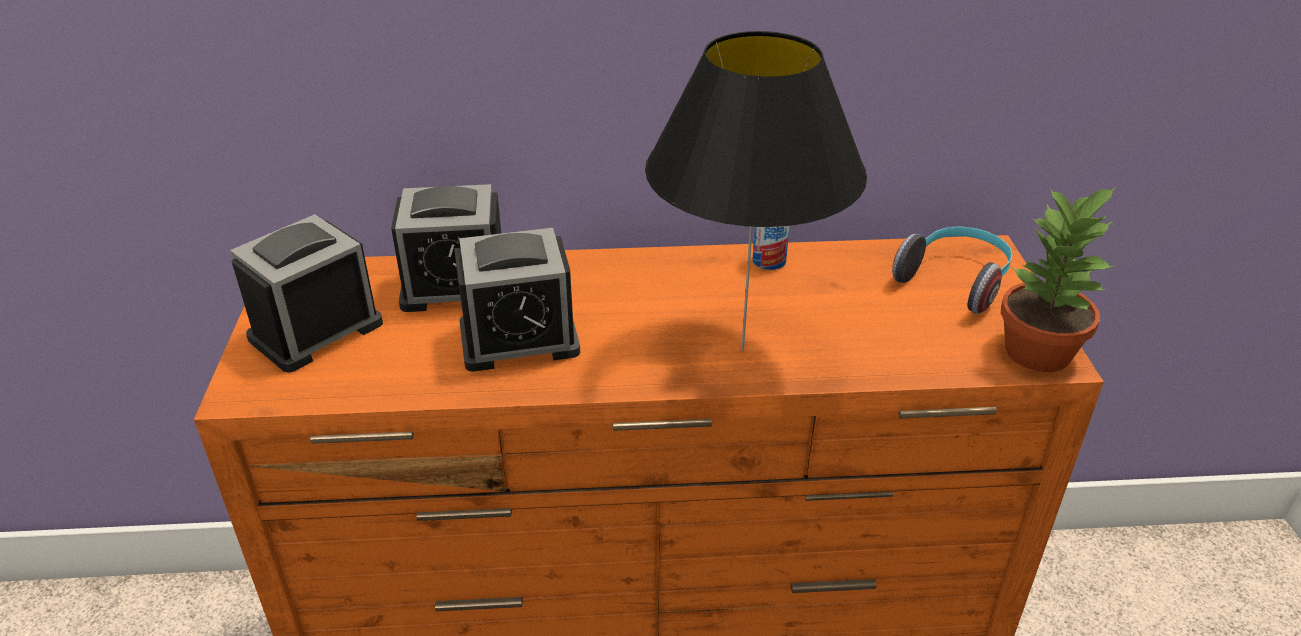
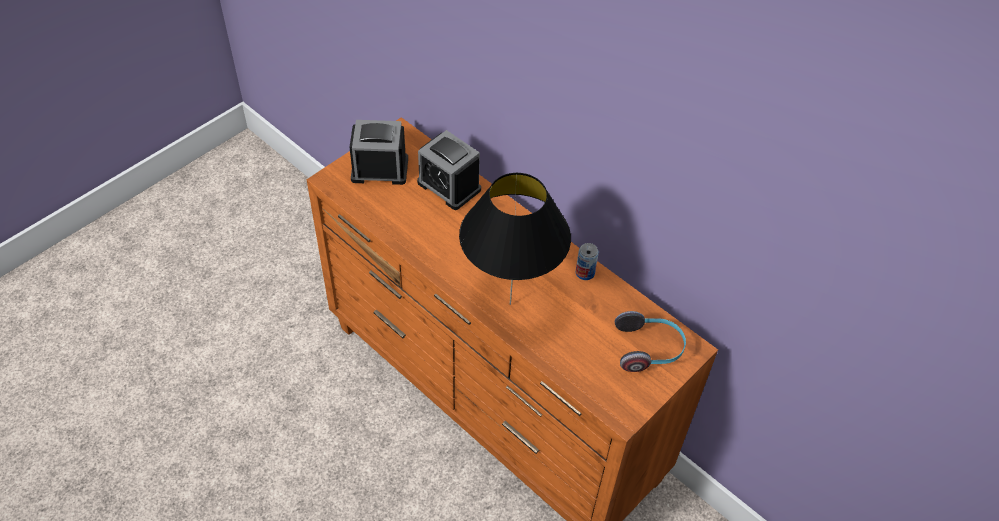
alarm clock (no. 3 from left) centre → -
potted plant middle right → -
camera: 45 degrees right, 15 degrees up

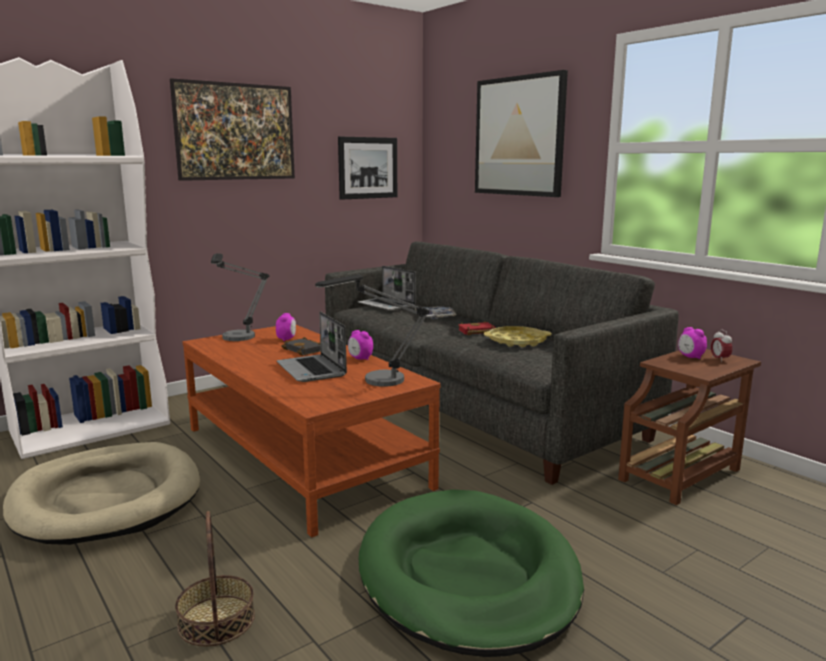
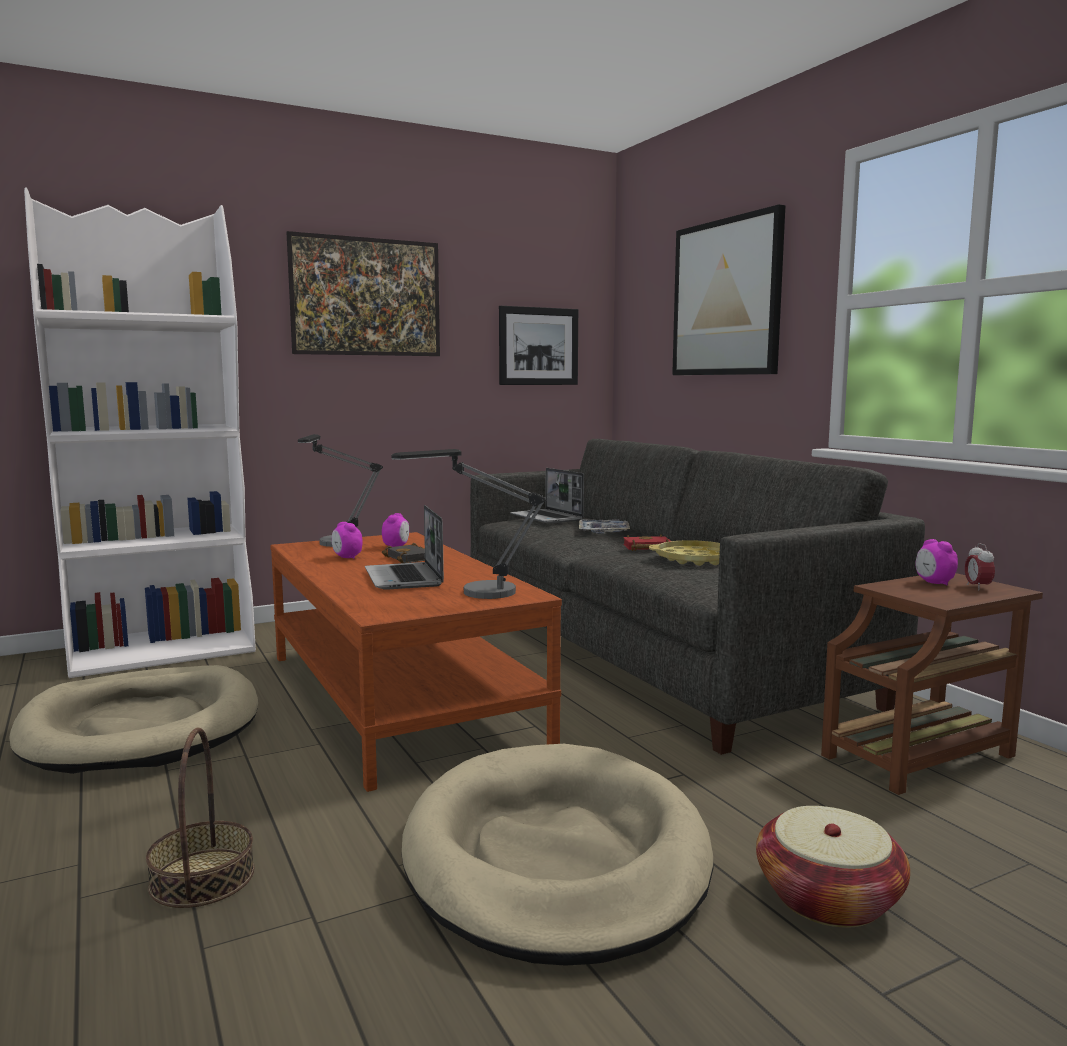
alarm clock (no. 2 from left in the first image) centre → alarm clock (no. 1 from left) middle left, shifted
dog bed (green) bottom centre → dog bed (beige) (no. 2 from left) bottom centre
- → basket (no. 2 from left) bottom right
camera: 10 degrees right, 5 degrees down

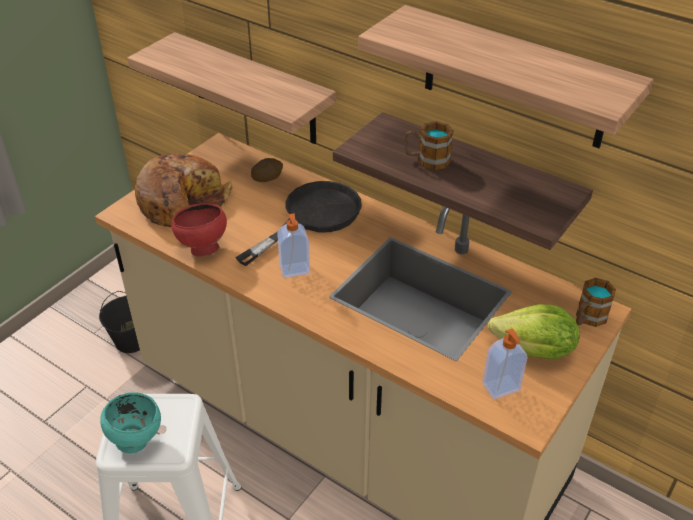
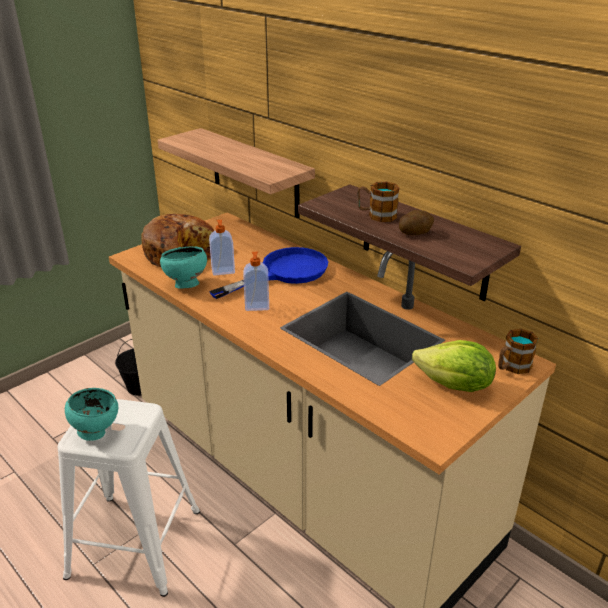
bowl (red) middle left → bowl (turquoise) (no. 2 from left) middle left
soap dispenser (no. 2 from left in the first image) bottom right → soap dispenser (no. 1 from left) centre, shifted
frying pan (black) centre → frying pan (blue) centre
potato top centre → potato middle right, shifted
shelf (no. 3 from left) top right → -
camera: 10 degrees right, 10 degrees down

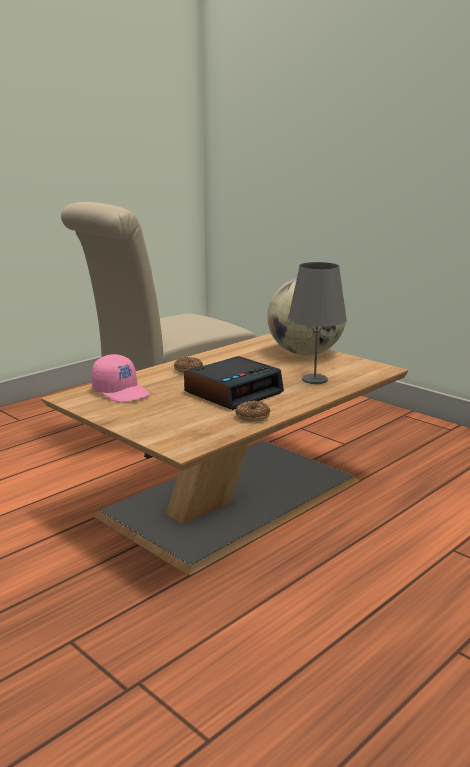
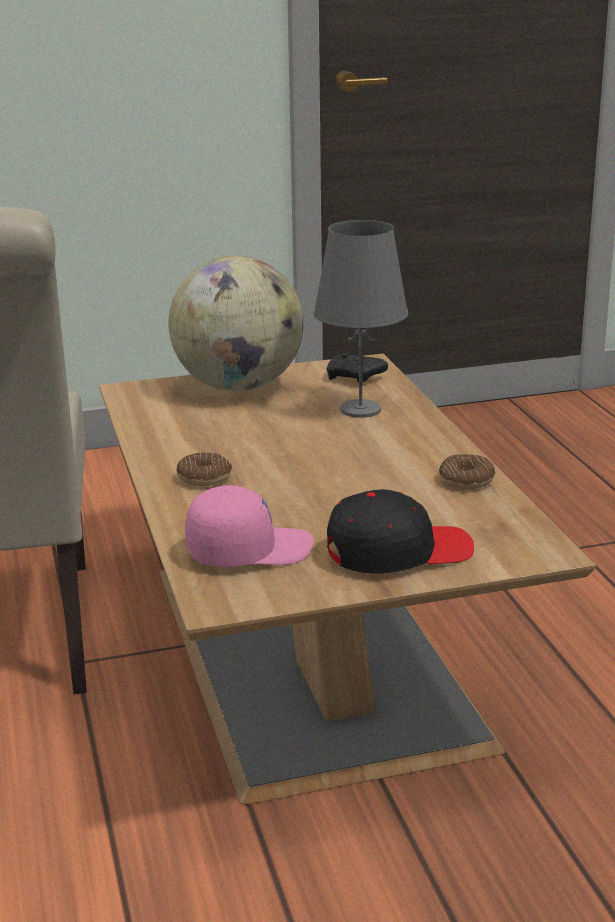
- → game controller (black) centre
- → cap (black) centre
alarm clock centre → -
camera: 60 degrees left, 5 degrees up

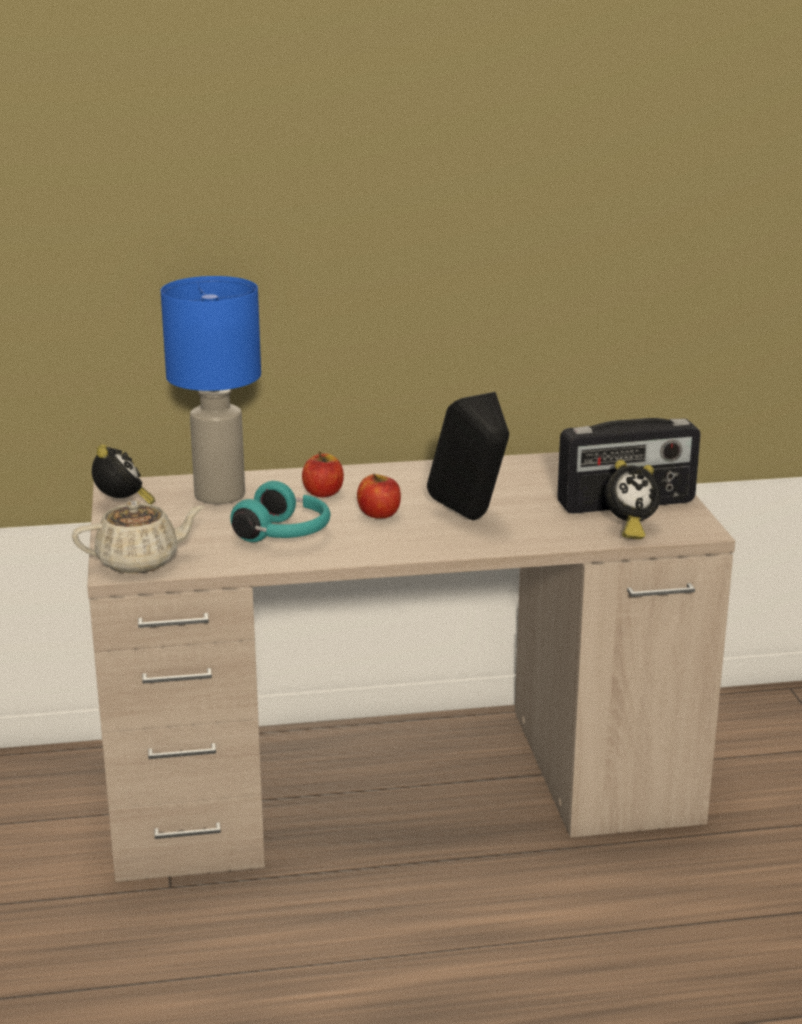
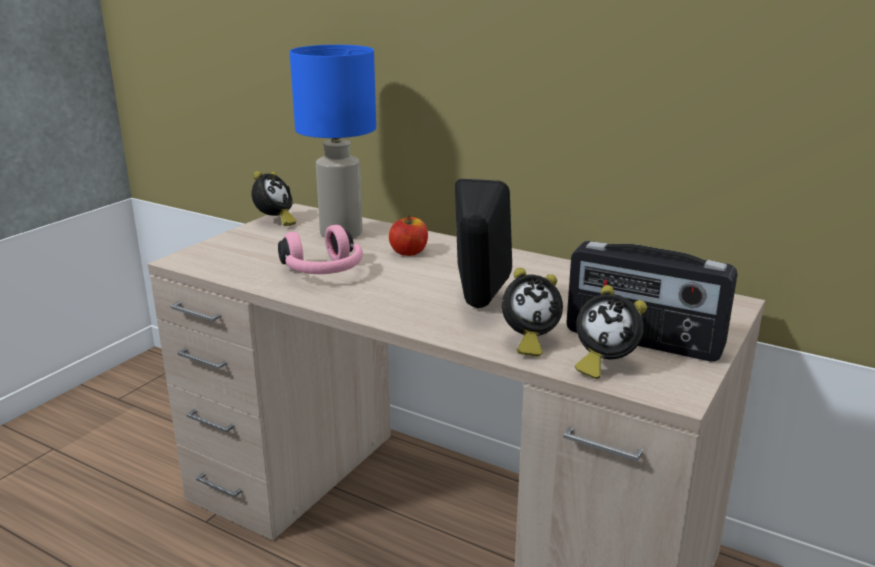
headphones (turquoise) centre → headphones (pink) centre
- → alarm clock (no. 2 from left) centre
teapot (beige) middle left → -
apple (no. 2 from left) centre → -
camera: 40 degrees right, 0 degrees up

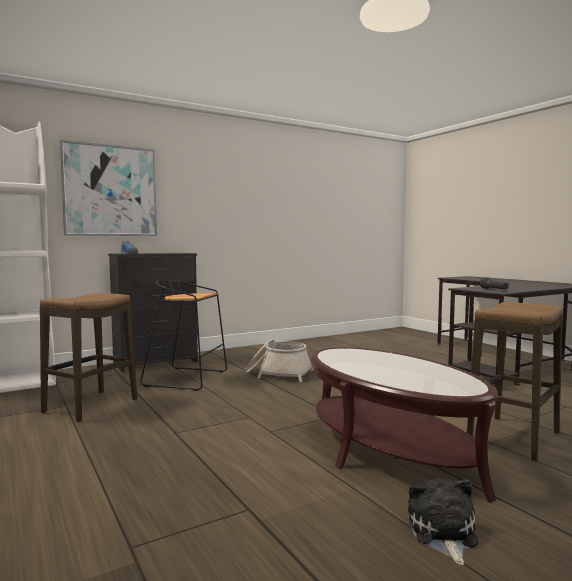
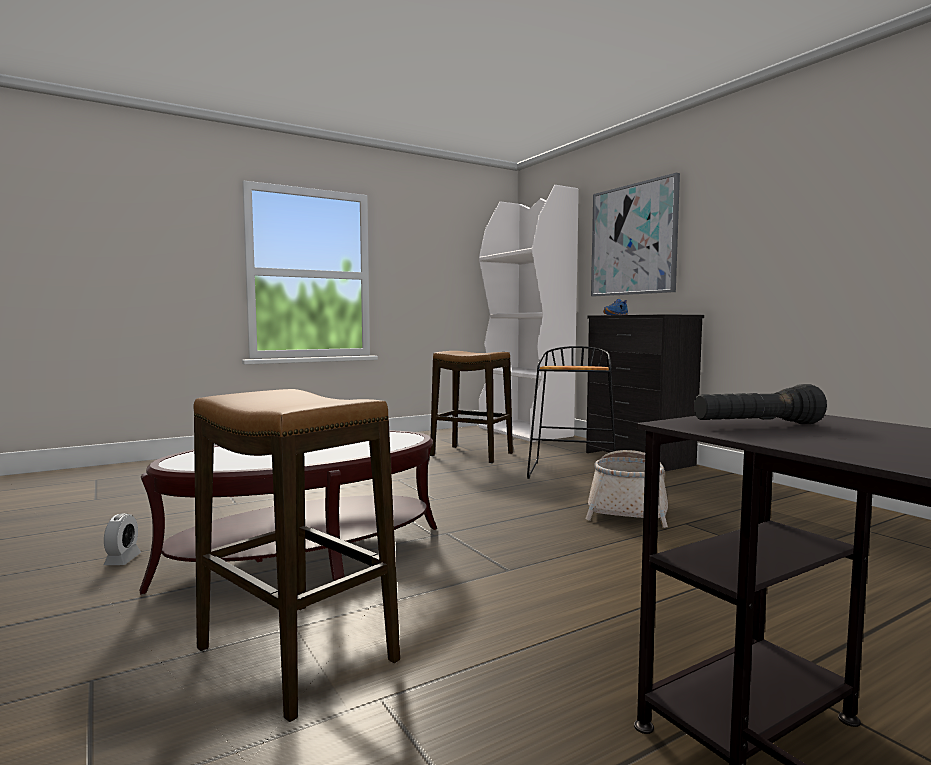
plush toy bottom right → alarm clock bottom left
camera: 90 degrees right, 0 degrees up

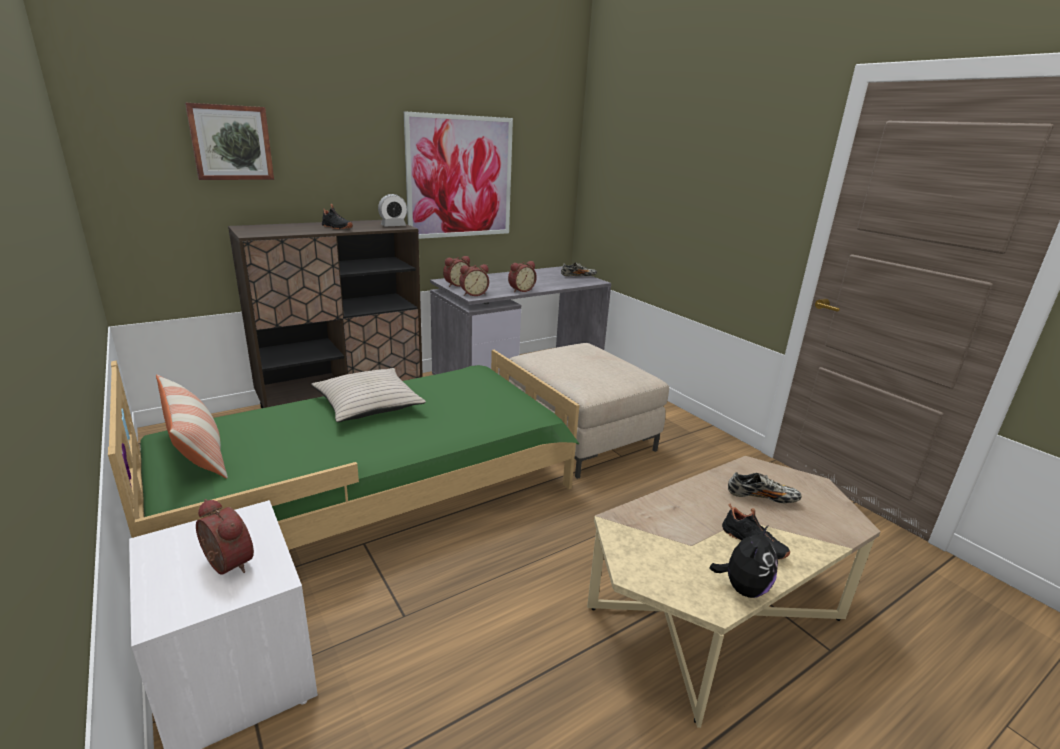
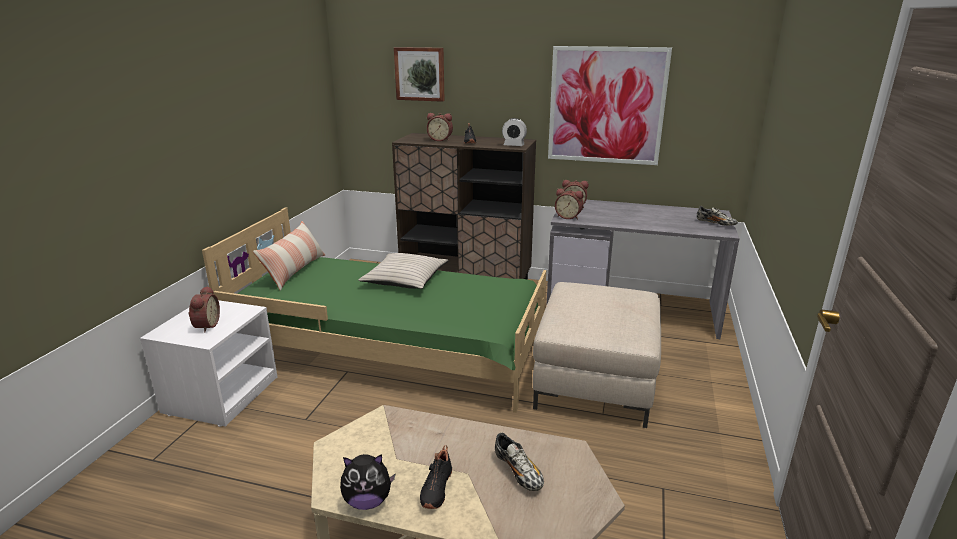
alarm clock (no. 5 from left in the first image) centre → alarm clock (no. 2 from left) top centre, shifted
camera: 50 degrees right, 0 degrees up

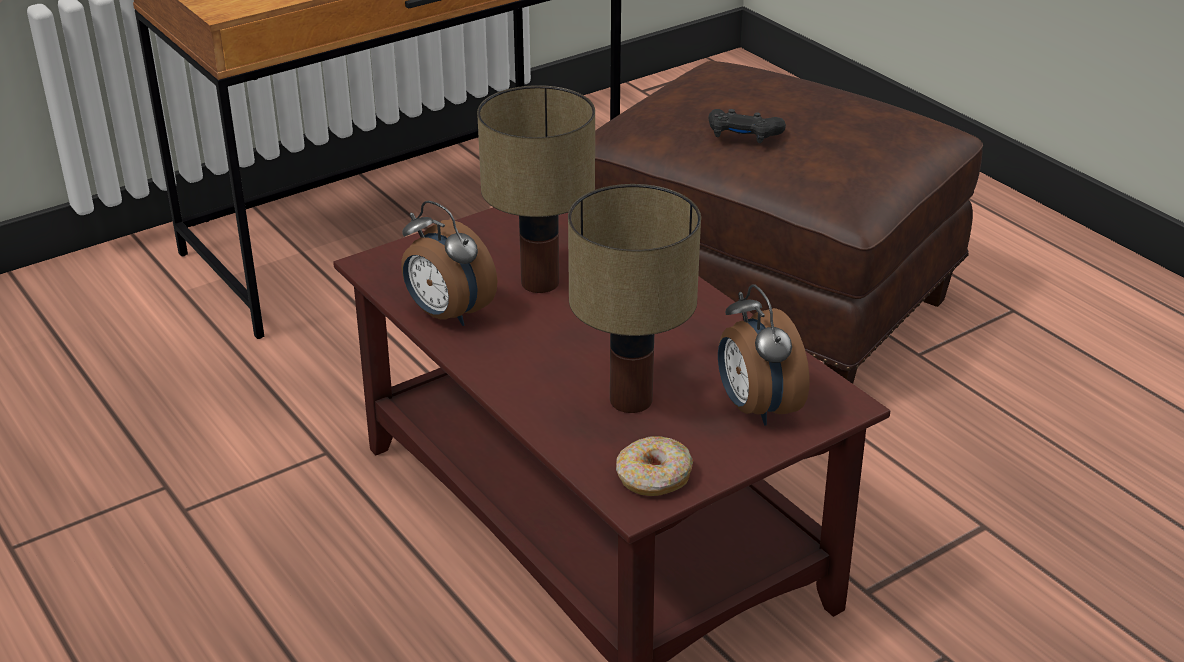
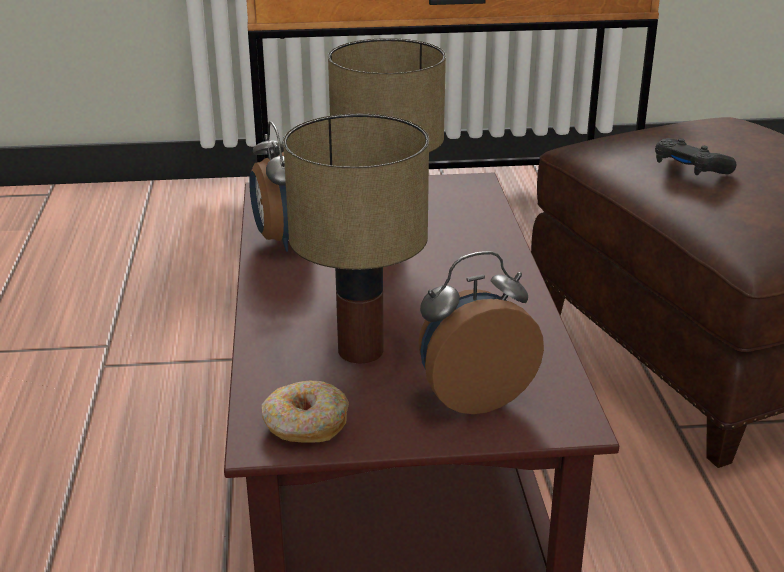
alarm clock (no. 2 from left) centre, 60 degrees clockwise
camera: 30 degrees right, 5 degrees down

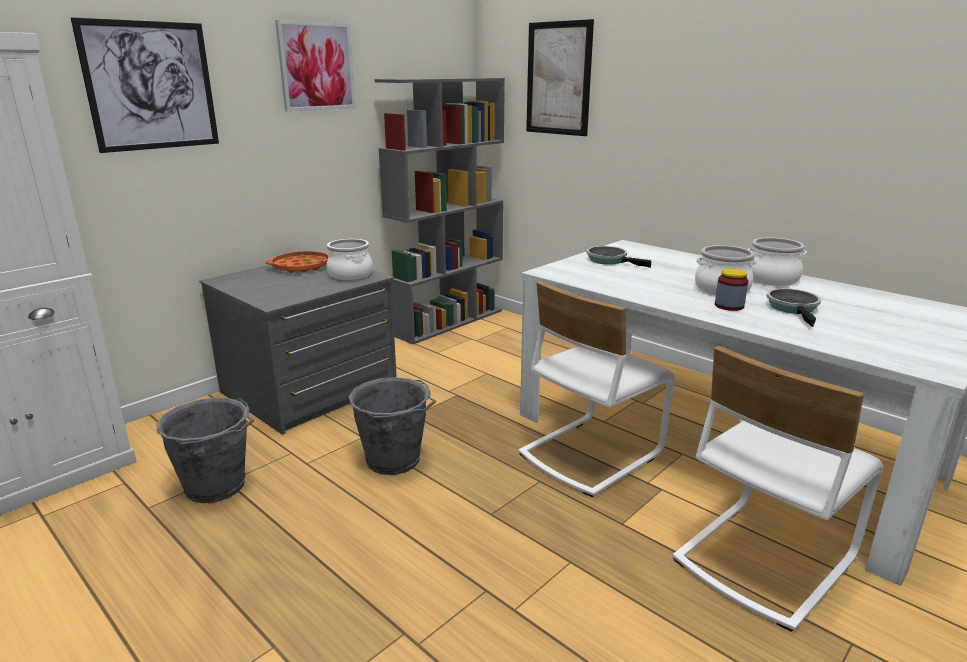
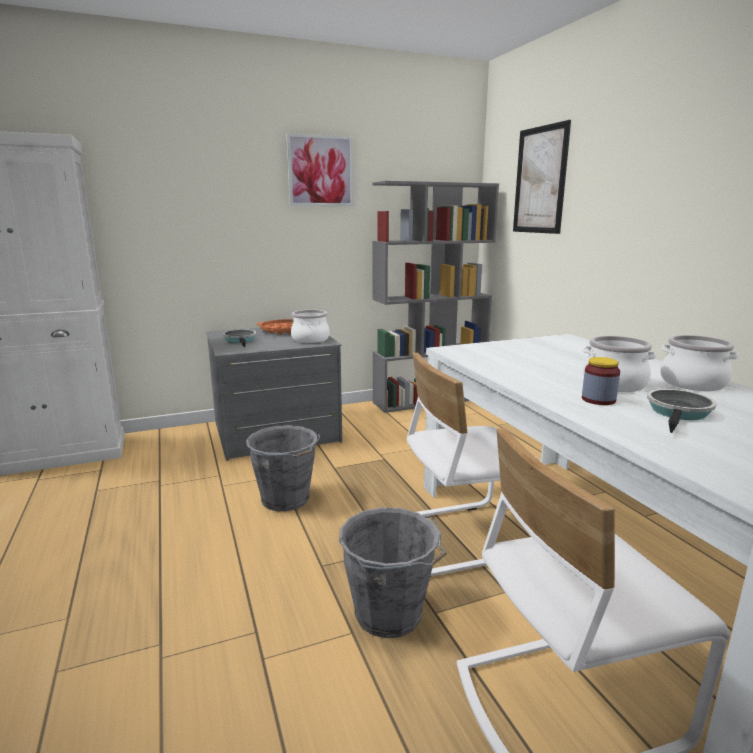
frying pan (no. 1 from left) centre → frying pan (no. 1 from left) middle left, shifted
bucket (grey) (no. 1 from left in the first image) bottom left → bucket (grey) (no. 2 from left) bottom centre, shifted
picture (no. 1 from left) top left → -
camera: 25 degrees right, 5 degrees down

